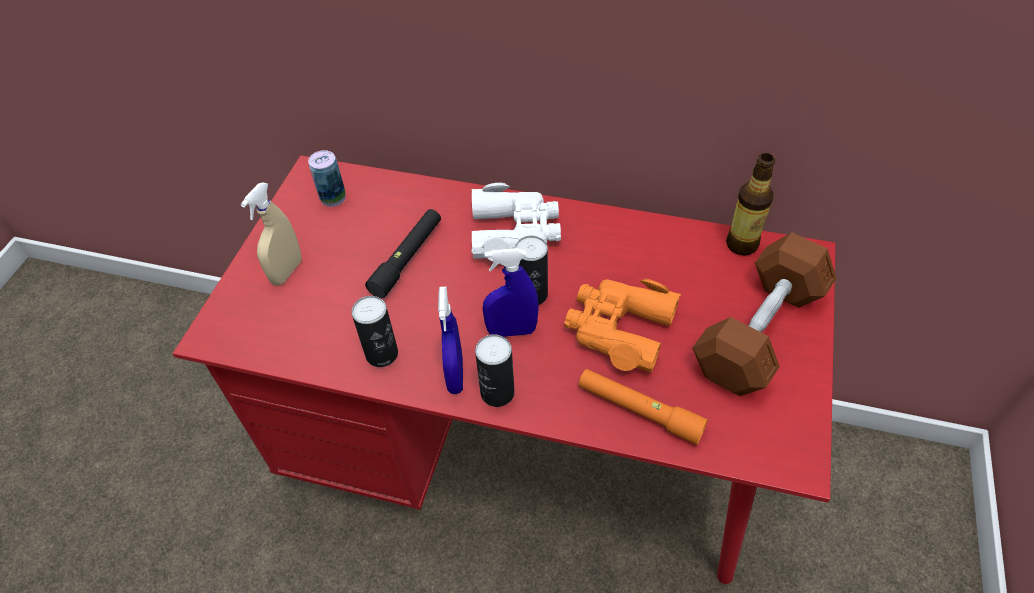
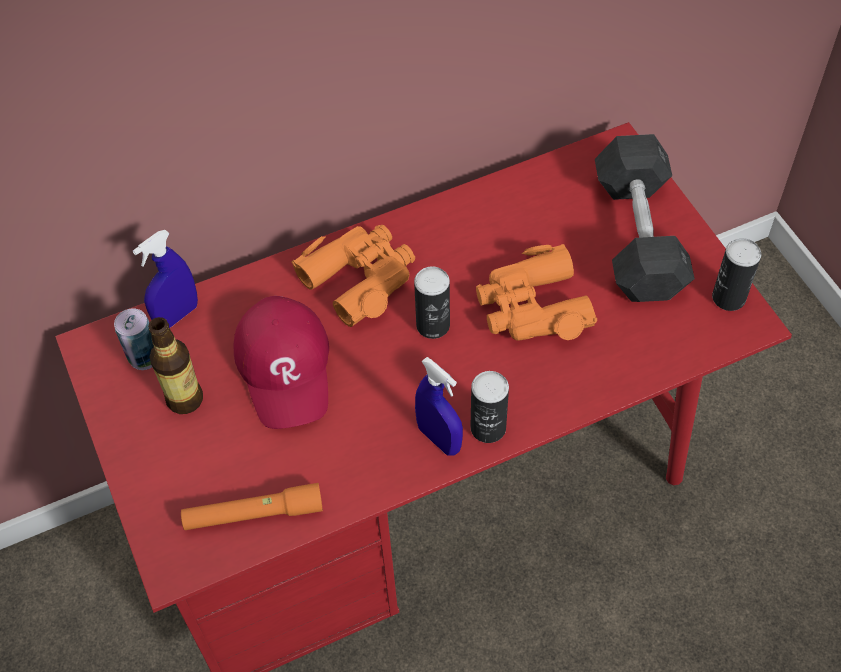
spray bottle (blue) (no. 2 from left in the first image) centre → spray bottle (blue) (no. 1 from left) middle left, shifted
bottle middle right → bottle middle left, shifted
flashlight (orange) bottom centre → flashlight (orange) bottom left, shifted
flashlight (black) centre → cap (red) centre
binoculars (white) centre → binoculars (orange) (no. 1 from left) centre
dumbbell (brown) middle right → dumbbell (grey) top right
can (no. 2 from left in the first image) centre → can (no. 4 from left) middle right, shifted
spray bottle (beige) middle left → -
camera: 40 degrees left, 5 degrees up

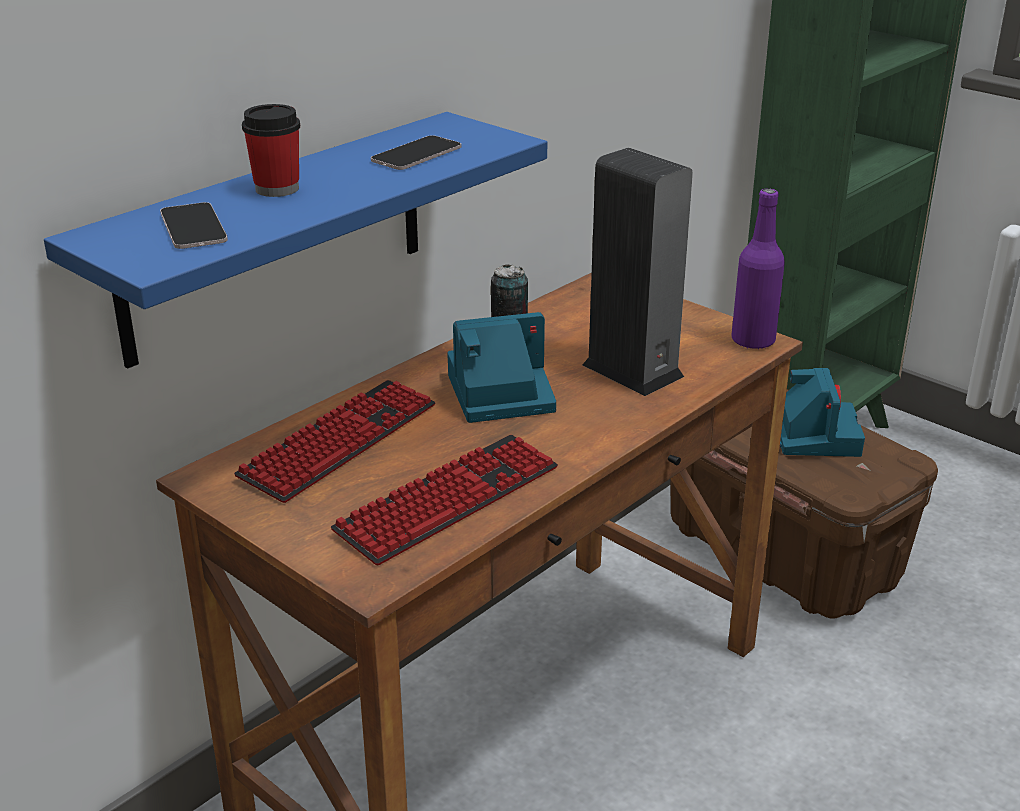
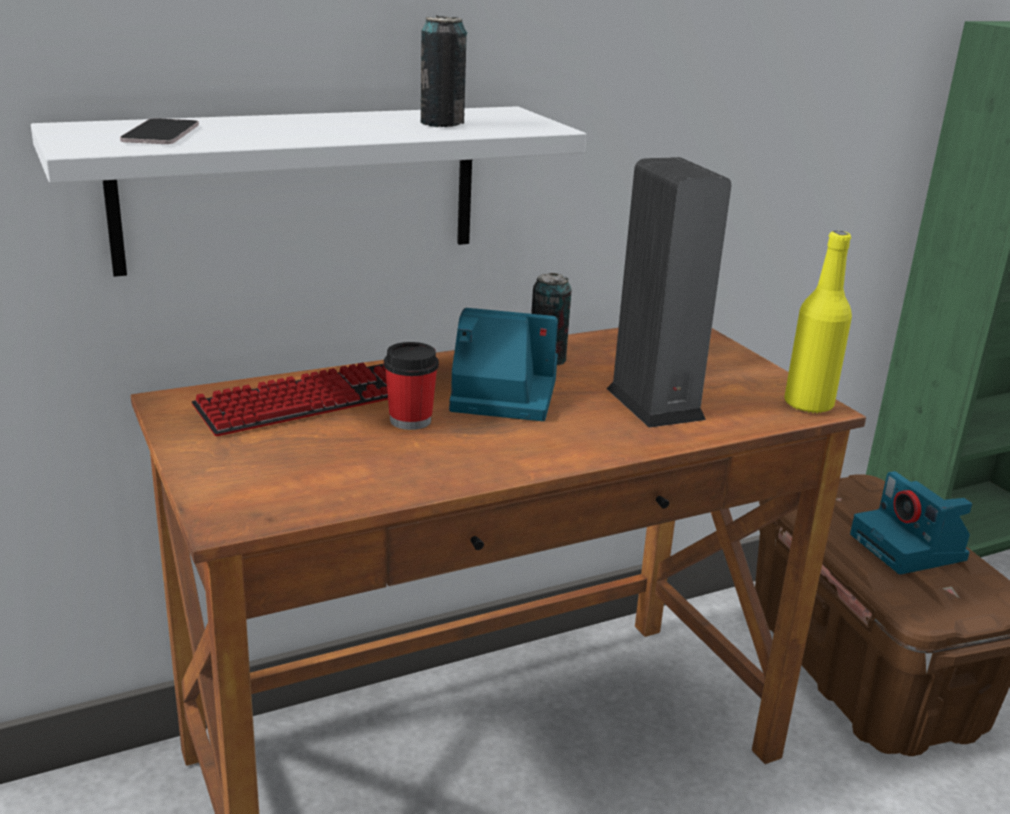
shelf (blue) top left → shelf (white) top left
cup top left → cup centre, shifted
phone (no. 2 from left) top centre → can (no. 1 from left) top centre
bottle (purple) top right → bottle (yellow) middle right
photo camera (no. 2 from left) middle right, 135 degrees clockwise
keyboard (no. 2 from left) centre → -
camera: 20 degrees right, 5 degrees down

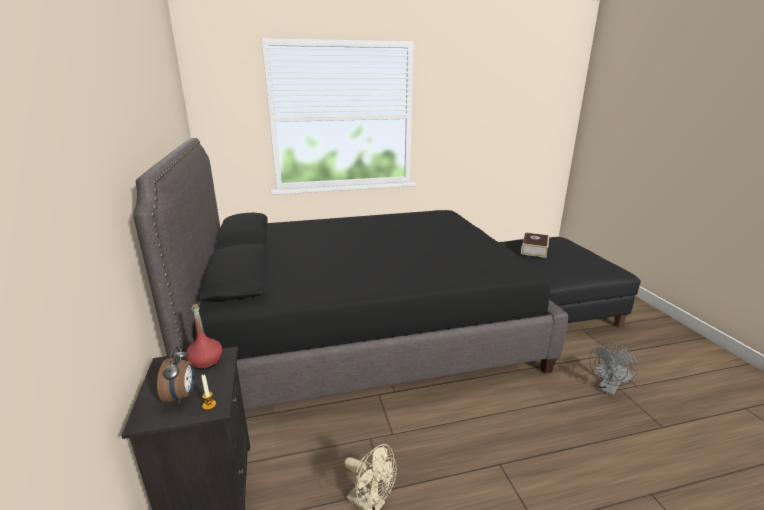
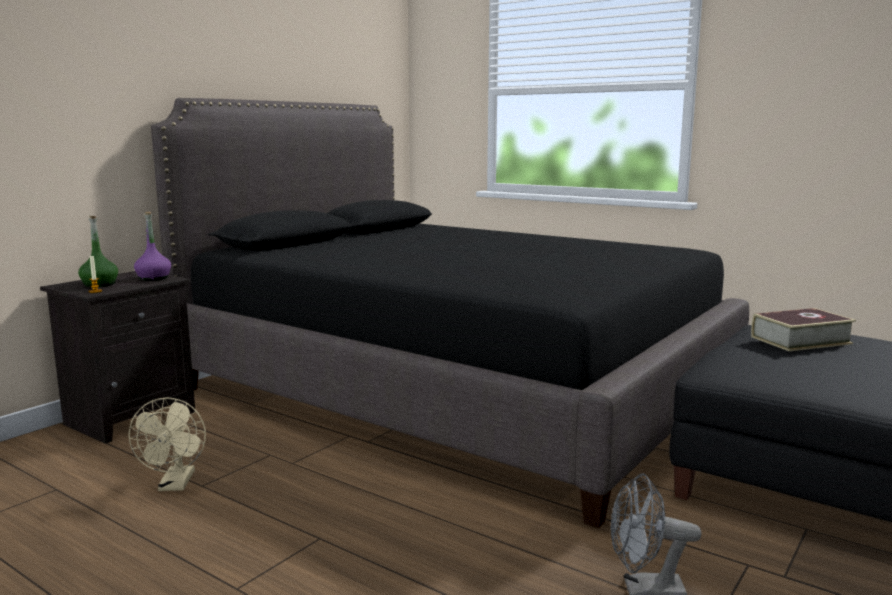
alarm clock bottom left → bottle (green) middle left
bottle (red) middle left → bottle (purple) middle left
camera: 50 degrees right, 10 degrees down

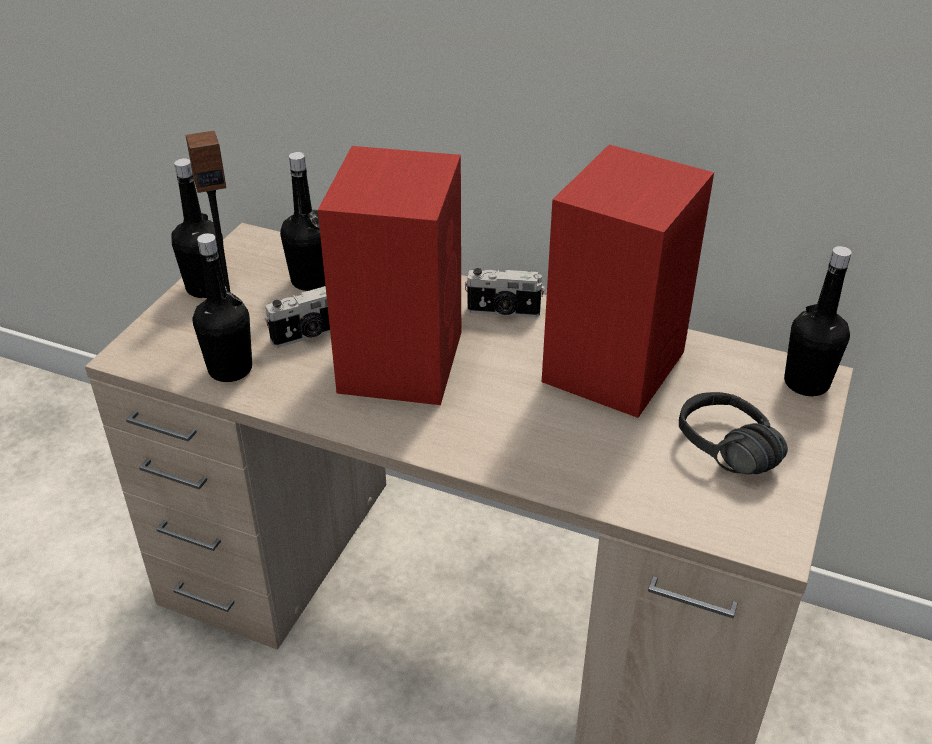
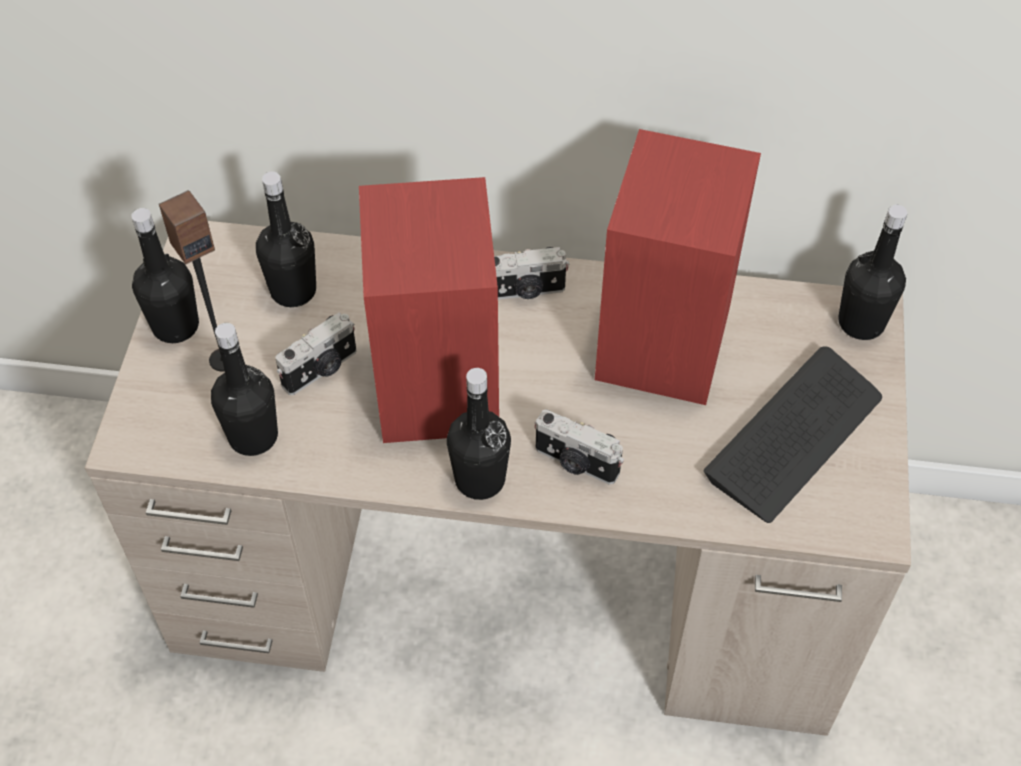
- → bottle (black) (no. 4 from left) centre
- → photo camera (no. 3 from left) centre
headphones (black) middle right → keyboard middle right
camera: 15 degrees left, 15 degrees up

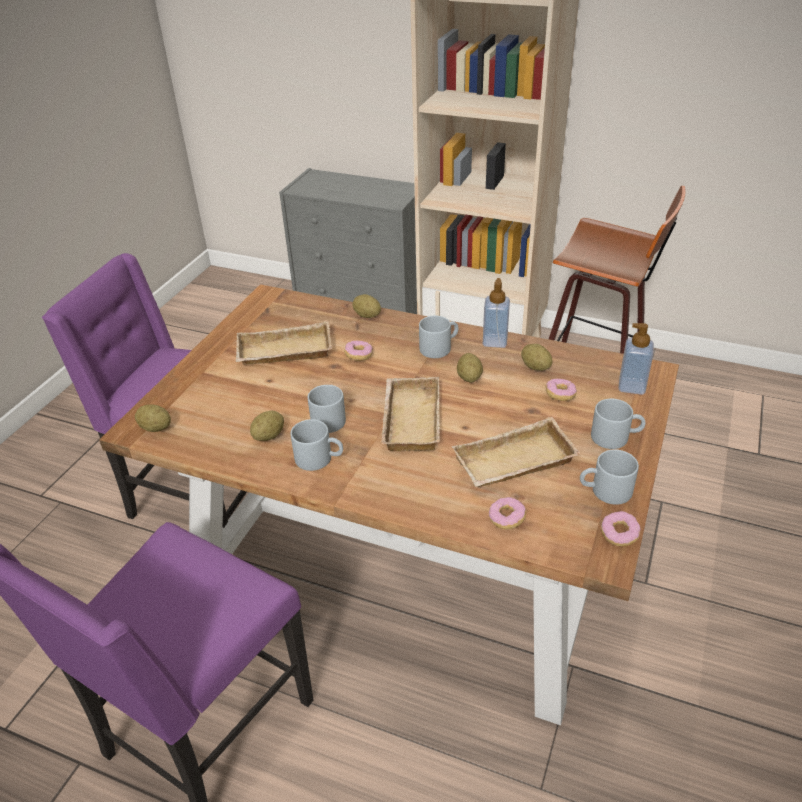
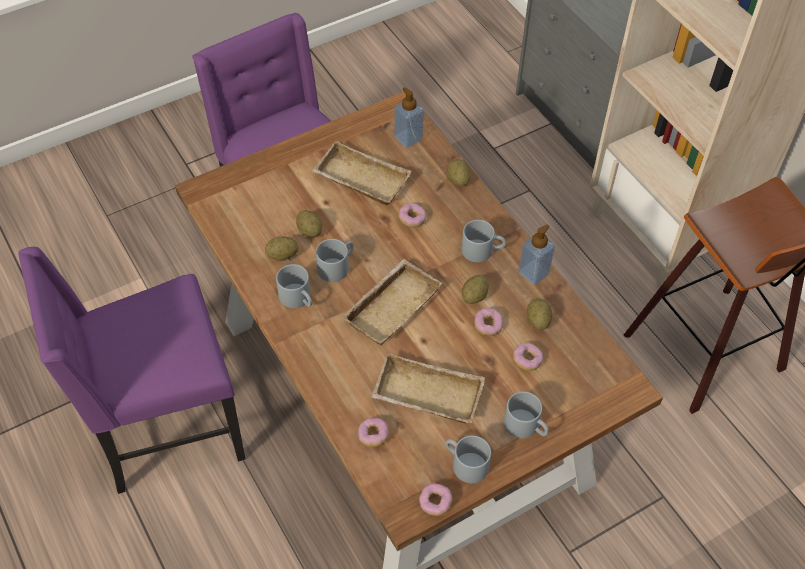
potato (no. 1 from left in the first image) middle left → potato (no. 2 from left) centre, shifted
soap dispenser (no. 2 from left in the first image) middle right → soap dispenser (no. 1 from left) top centre, shifted
- → donut (no. 4 from left) centre
camera: 35 degrees right, 15 degrees up

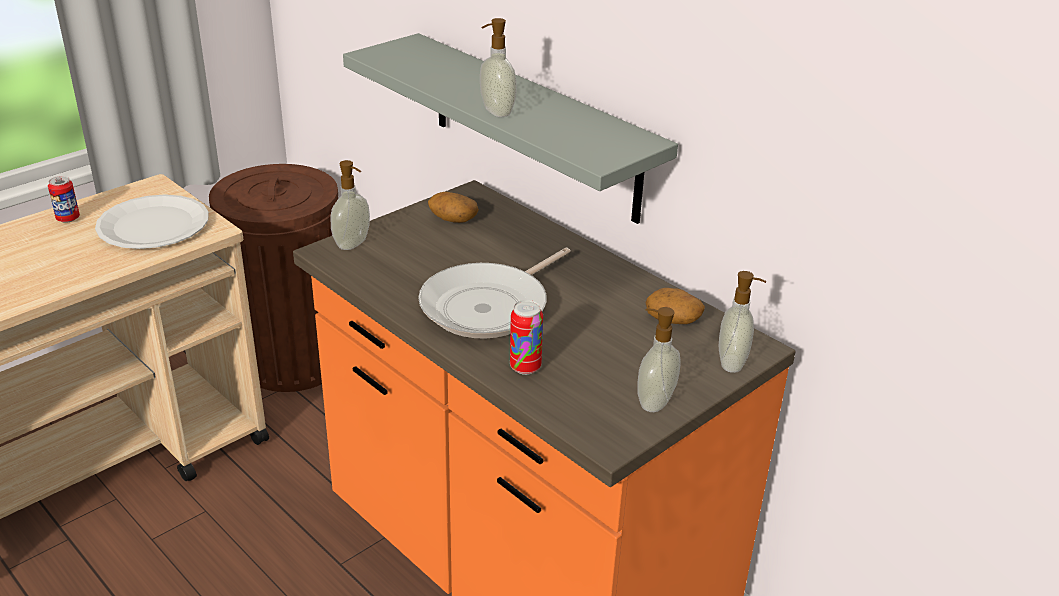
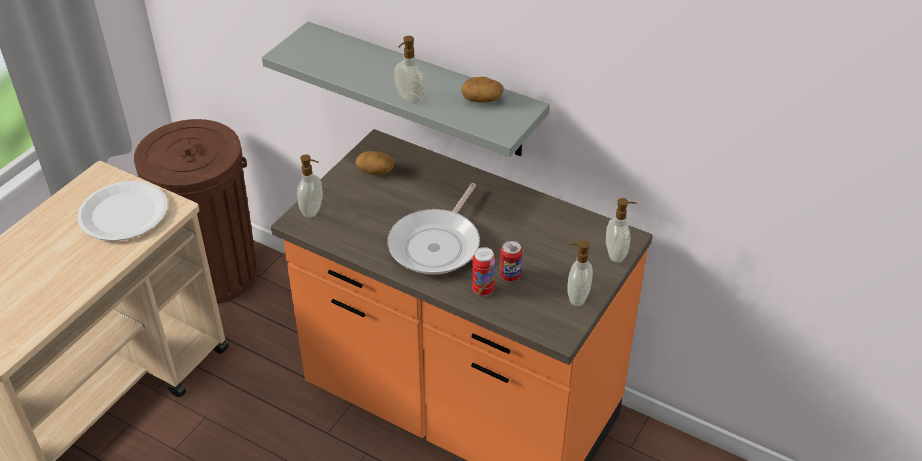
potato (no. 2 from left) centre → potato (no. 2 from left) top centre, shifted
can (no. 1 from left in the first image) middle left → can (no. 2 from left) centre, shifted
camera: 15 degrees left, 10 degrees up

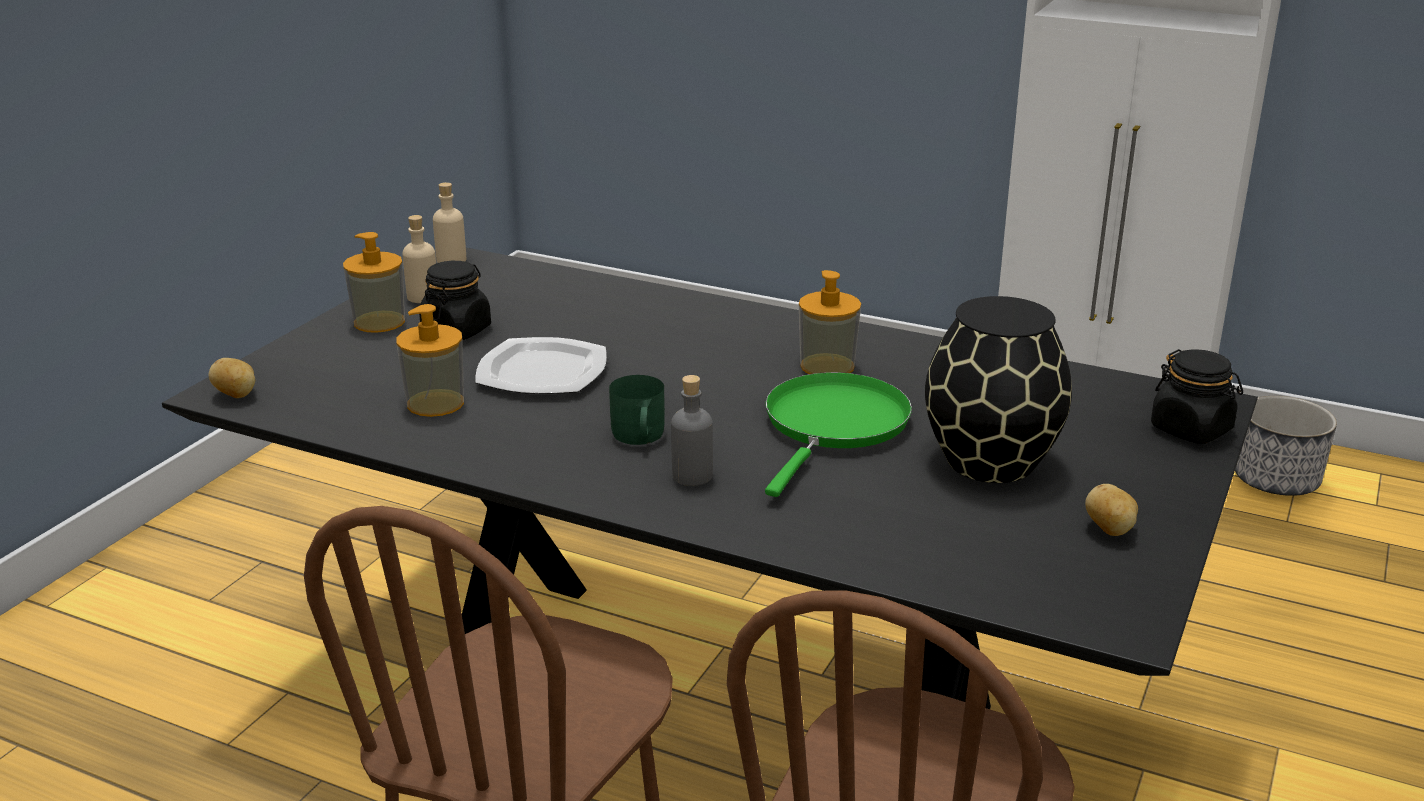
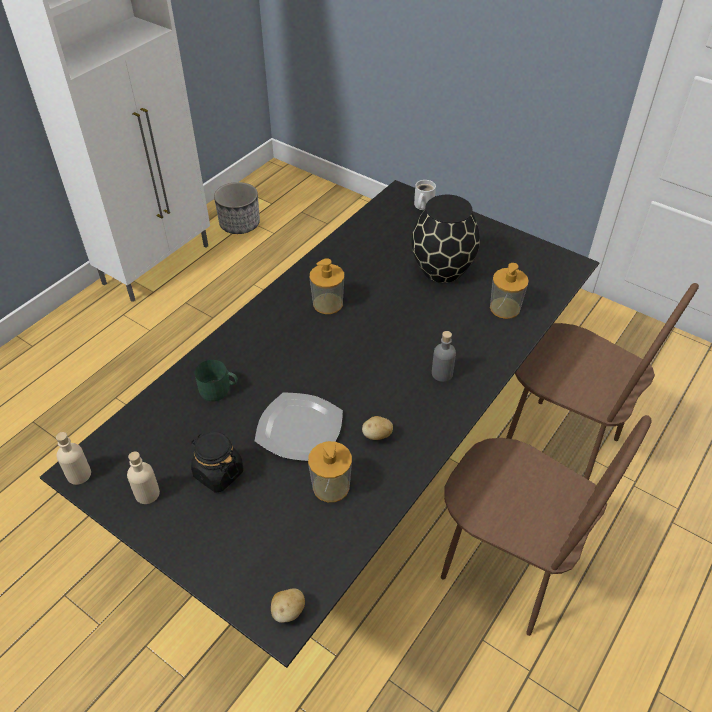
mug (green) centre → mug (green) middle left, shifted
potato (no. 2 from left) middle right → potato (no. 2 from left) centre, shifted
jar (black) (no. 2 from left) middle right → mug (white) top centre
soap dispenser (no. 1 from left in the first image) middle left → soap dispenser (no. 3 from left) middle right, shifted
frying pan (green) centre → -
camera: 80 degrees left, 20 degrees up

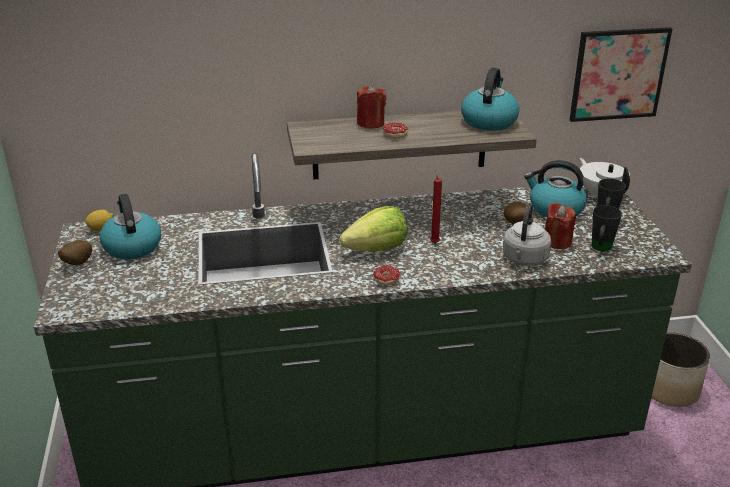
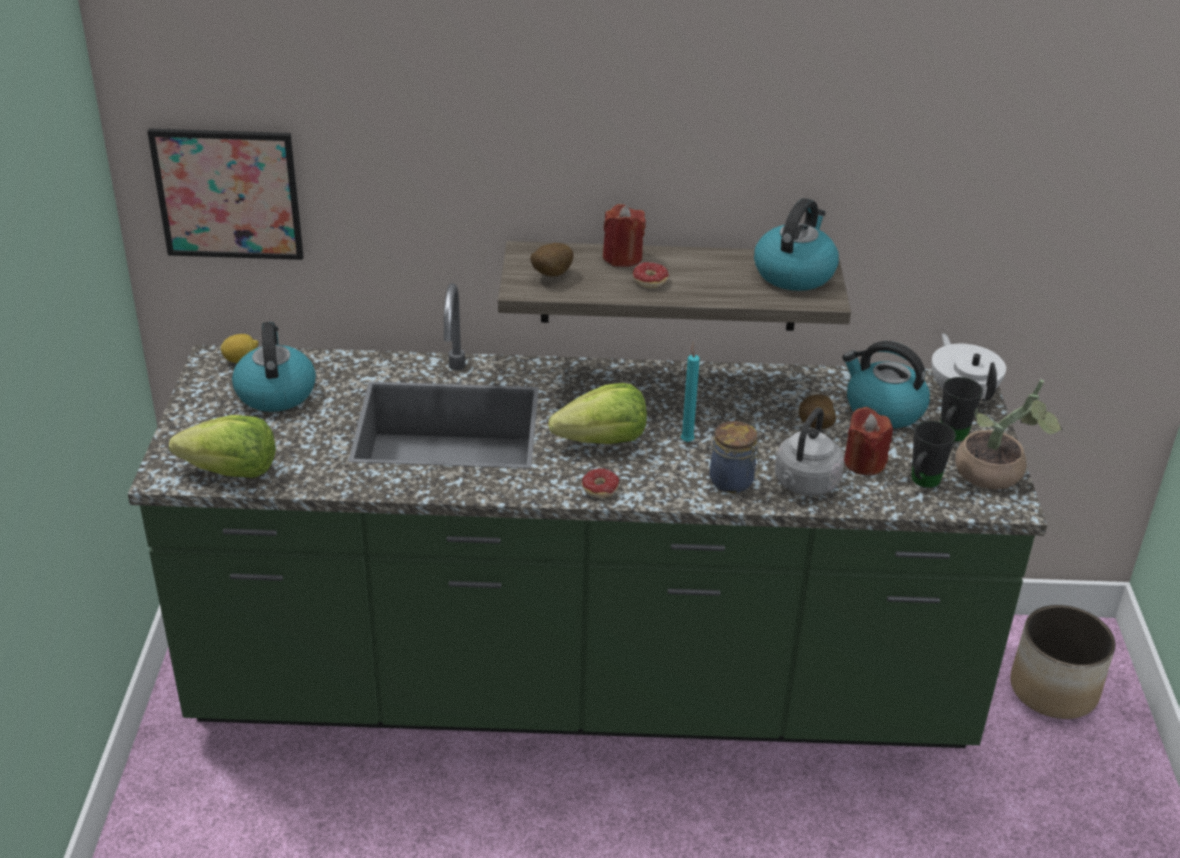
picture top right → picture top left, shifted
- → lettuce (no. 1 from left) middle left
potato (no. 1 from left) middle left → potato (no. 1 from left) top centre, shifted
candle (red) (no. 2 from left) centre → candle (turquoise) centre
- → jar centre
- → potted plant middle right
camera: 10 degrees right, 5 degrees up

